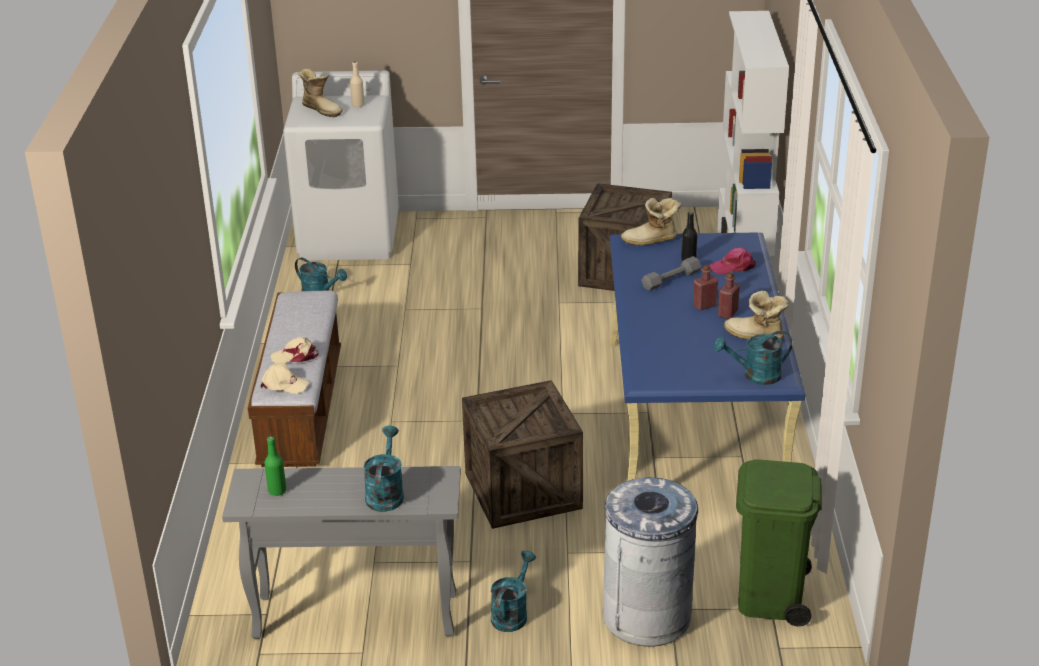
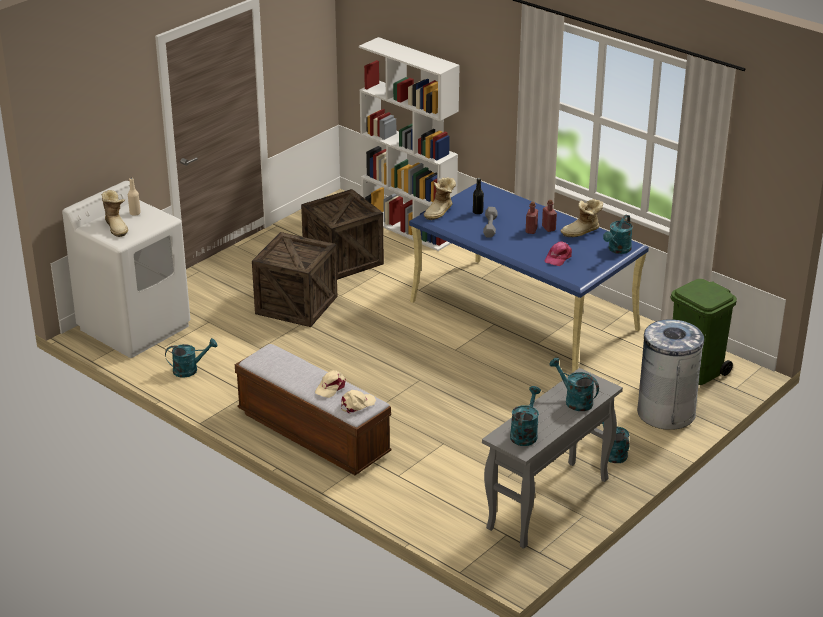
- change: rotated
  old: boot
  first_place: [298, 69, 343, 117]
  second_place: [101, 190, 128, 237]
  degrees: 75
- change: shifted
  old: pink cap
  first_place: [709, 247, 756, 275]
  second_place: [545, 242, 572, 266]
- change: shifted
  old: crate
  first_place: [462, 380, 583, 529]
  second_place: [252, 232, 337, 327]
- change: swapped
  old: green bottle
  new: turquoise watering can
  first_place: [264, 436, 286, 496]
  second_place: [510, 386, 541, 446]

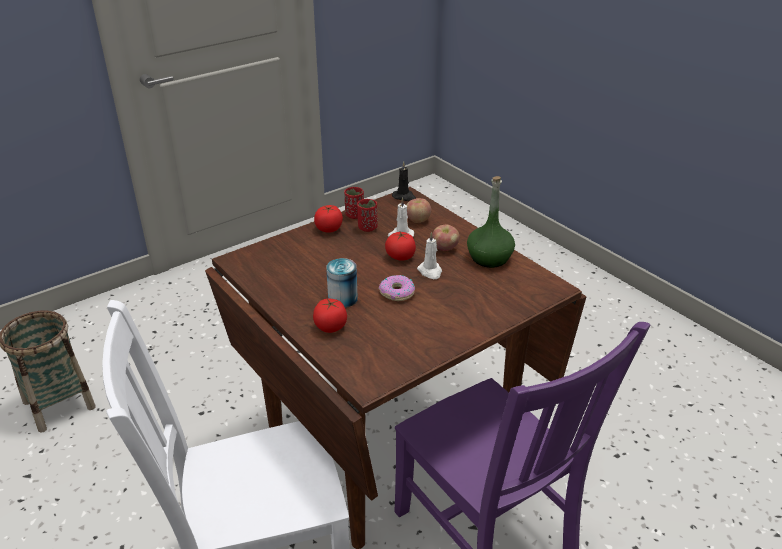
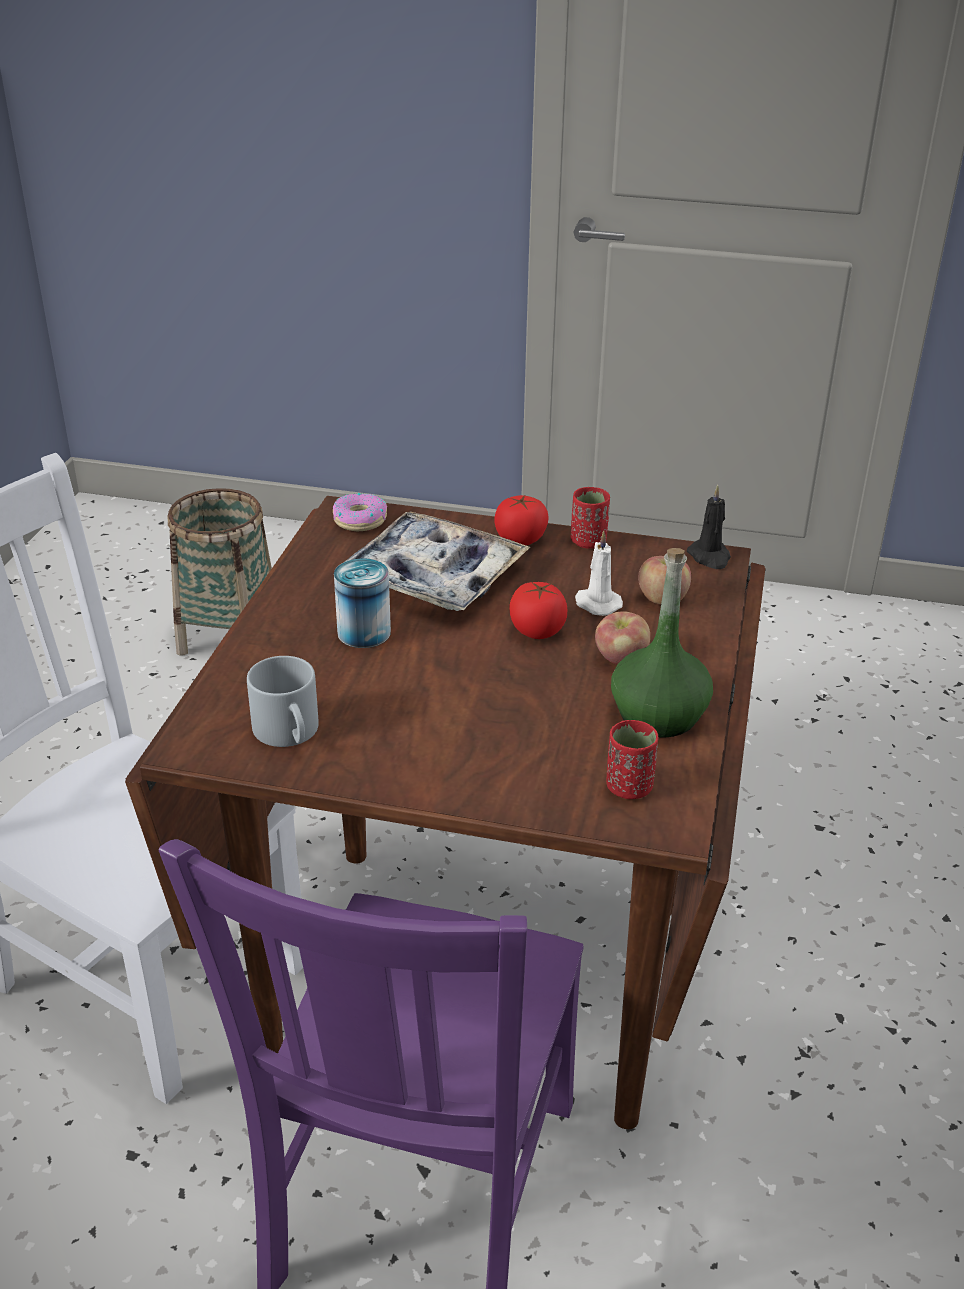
- change: shifted
  old: red cup
  first_place: [357, 199, 377, 232]
  second_place: [606, 720, 658, 799]
- change: gone
  old: white candle
  first_place: [417, 232, 442, 279]
- change: shifted
  old: donut
  first_place: [379, 275, 415, 301]
  second_place: [333, 493, 387, 531]
- change: gone
  old: tomato
  first_place: [313, 299, 347, 333]
- change: new
  new: tray
  second_place: [343, 512, 530, 611]
- change: new
  new: grey mug
  second_place: [247, 656, 319, 747]

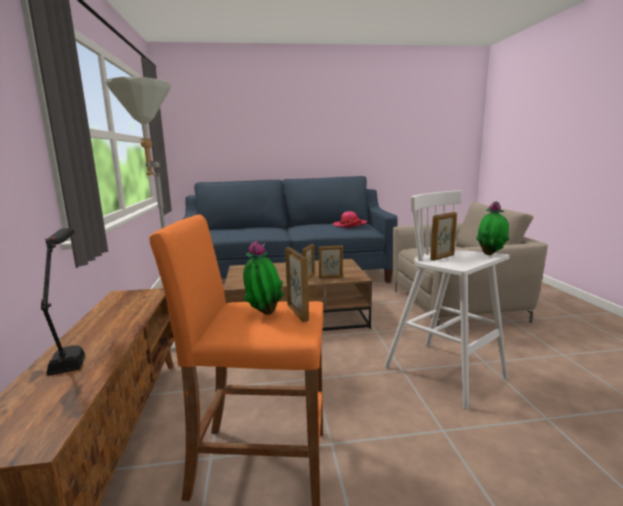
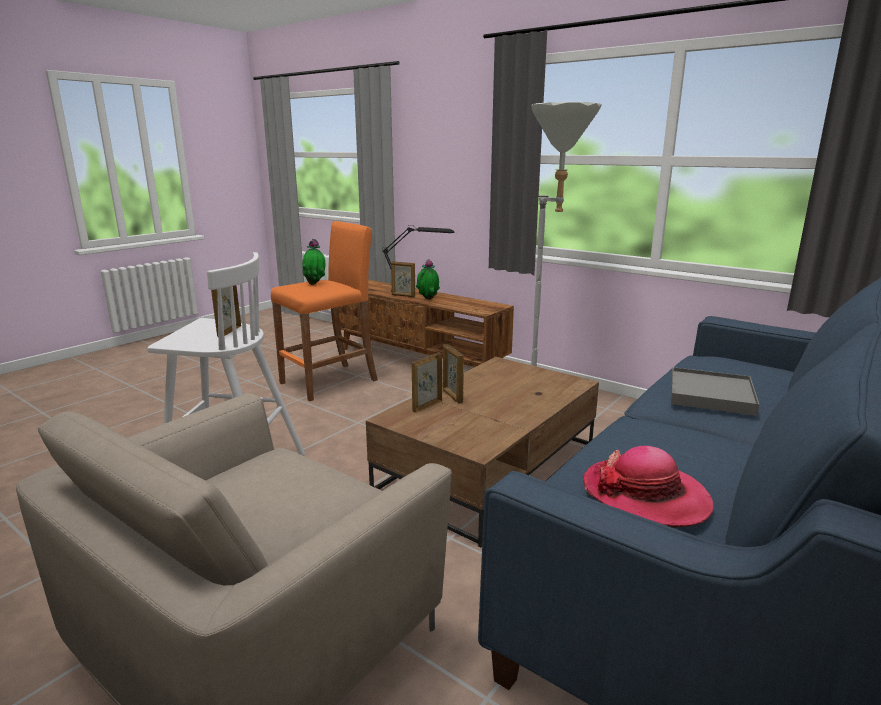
- change: shifted
  old: potted plant
  first_place: [476, 201, 509, 255]
  second_place: [416, 259, 440, 300]
- change: shifted
  old: picture frame
  first_place: [285, 247, 309, 322]
  second_place: [391, 261, 415, 297]
- change: new
  new: grey tray
  second_place: [671, 367, 759, 416]

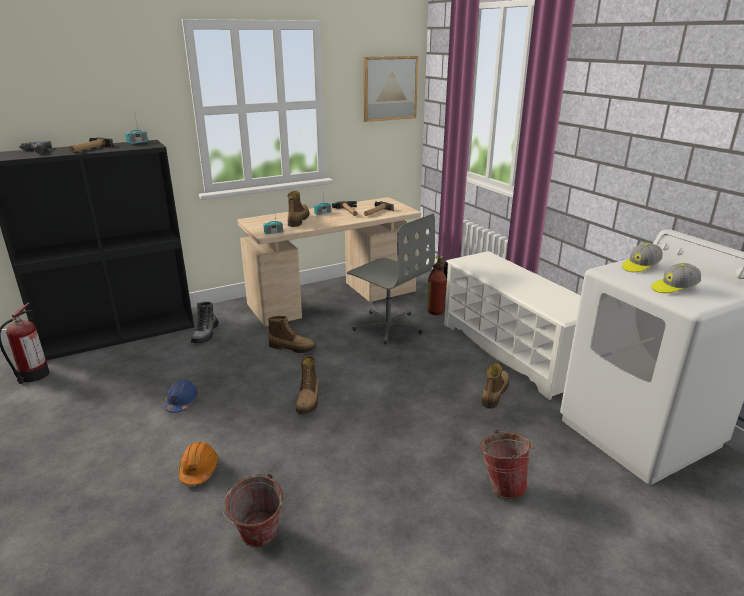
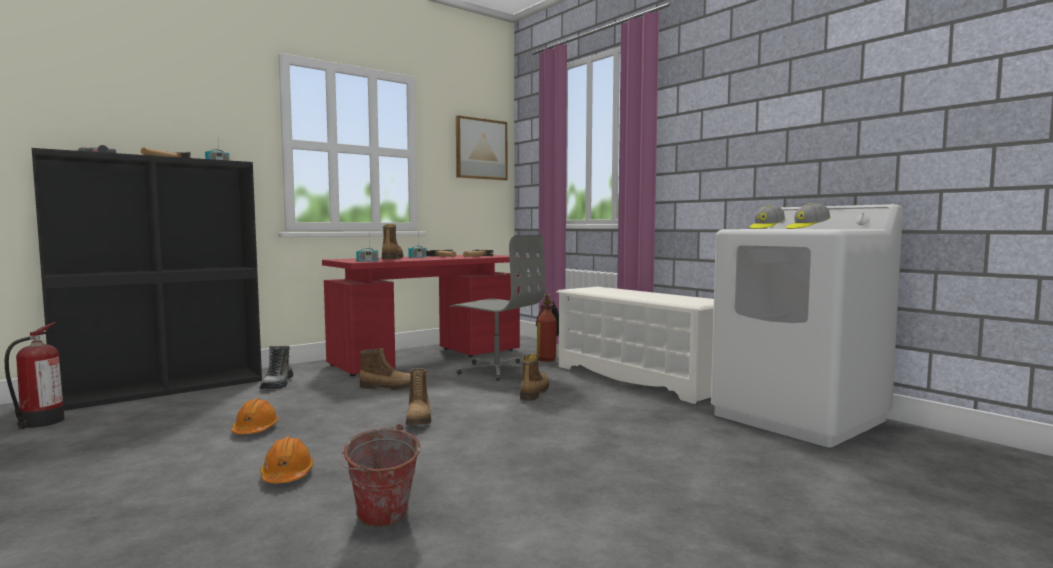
- change: repainted
  old: beige desk
  new: red desk
  first_place: [237, 197, 421, 327]
  second_place: [322, 255, 520, 376]
- change: shifted
  old: boot
  first_place: [481, 363, 509, 409]
  second_place: [520, 353, 549, 401]
- change: repainted
  old: blue hard hat
  new: orange hard hat
  first_place: [164, 379, 200, 413]
  second_place: [231, 399, 279, 434]
- change: gone
  old: bucket
  first_place: [480, 429, 535, 499]

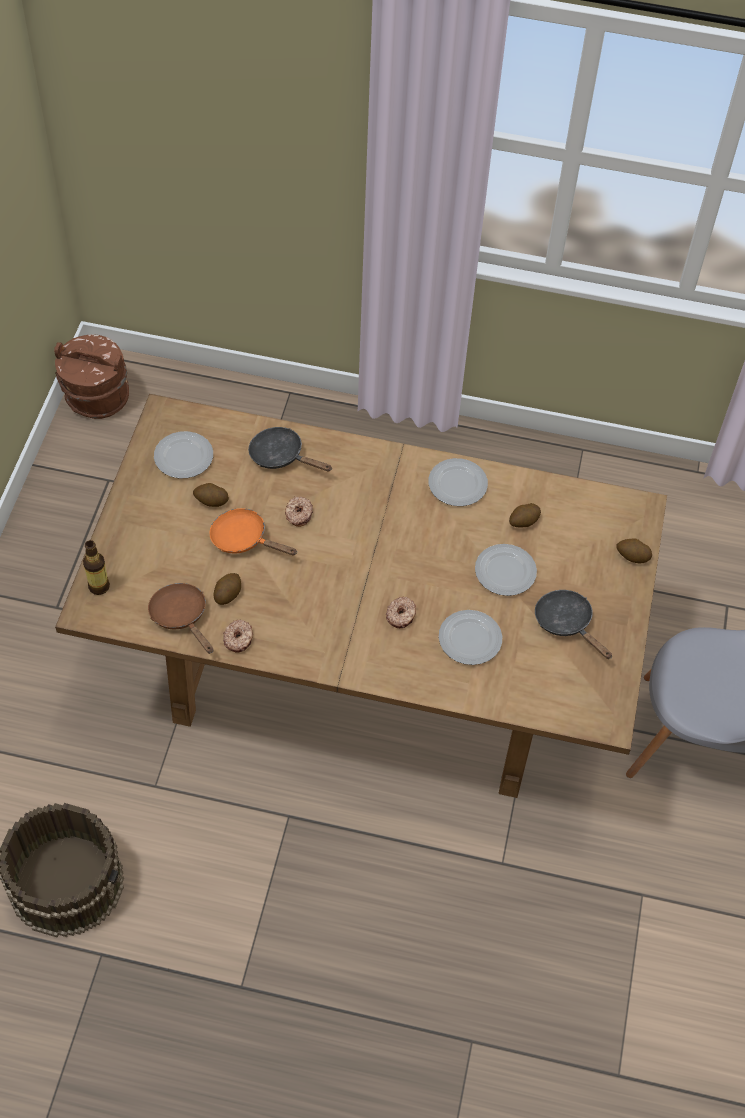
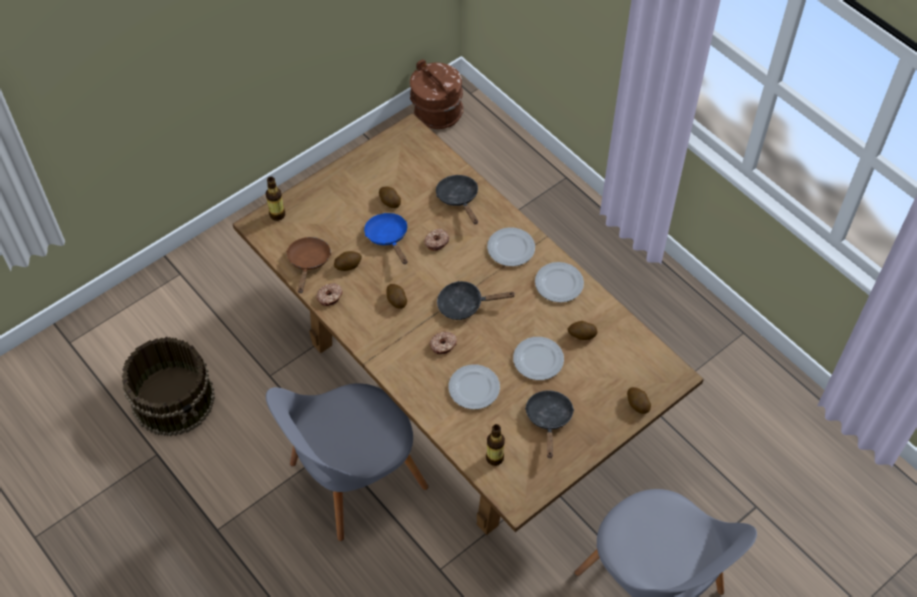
- change: shifted
  old: plate
  first_place: [154, 431, 213, 478]
  second_place: [487, 227, 535, 266]
- change: repainted
  old: orange frying pan
  new: blue frying pan
  first_place: [209, 508, 298, 556]
  second_place: [364, 213, 407, 264]
- change: new
  new: black frying pan
  second_place: [437, 281, 516, 320]
- change: new
  new: potato
  second_place: [386, 284, 407, 309]
- change: new
  new: grey chair
  second_place: [266, 383, 428, 541]
- change: new
  new: bottle
  second_place: [486, 424, 505, 466]

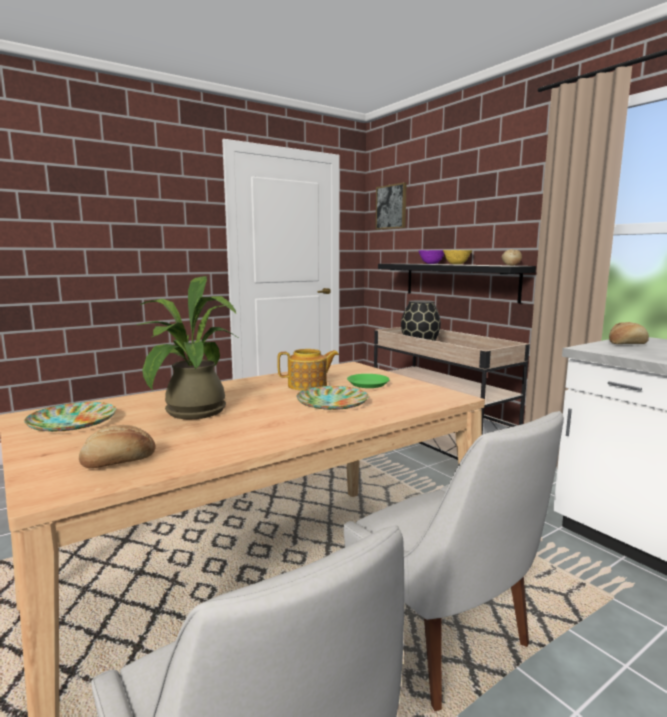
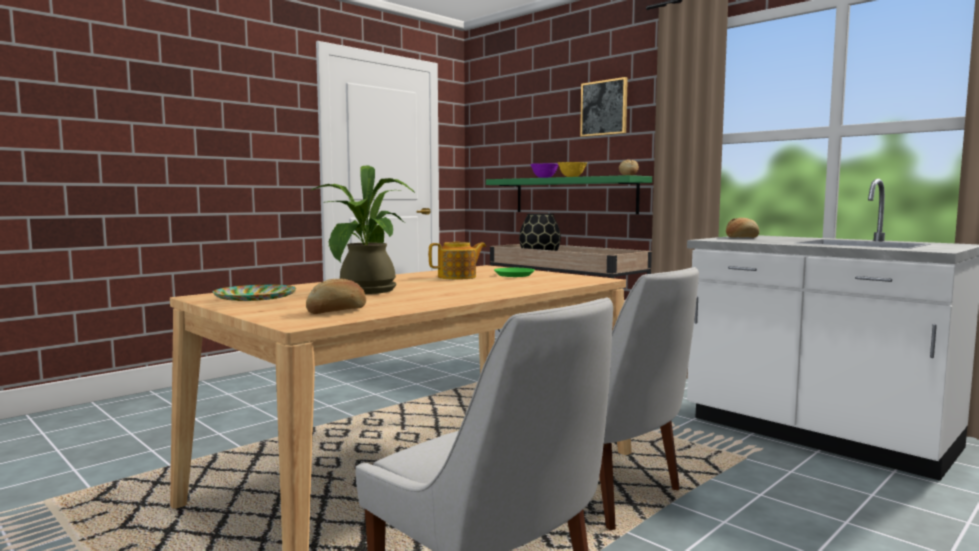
- change: shifted
  old: picture
  first_place: [375, 182, 407, 230]
  second_place: [580, 77, 628, 137]
- change: repainted
  old: black shelf
  new: green shelf
  first_place: [378, 263, 536, 303]
  second_place: [486, 175, 652, 214]
- change: gone
  old: plate
  first_place: [296, 386, 369, 410]

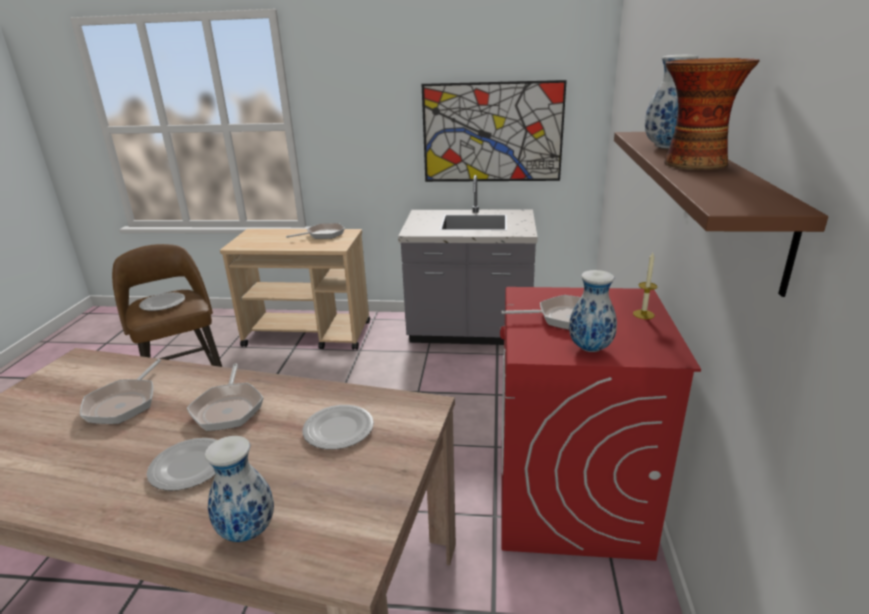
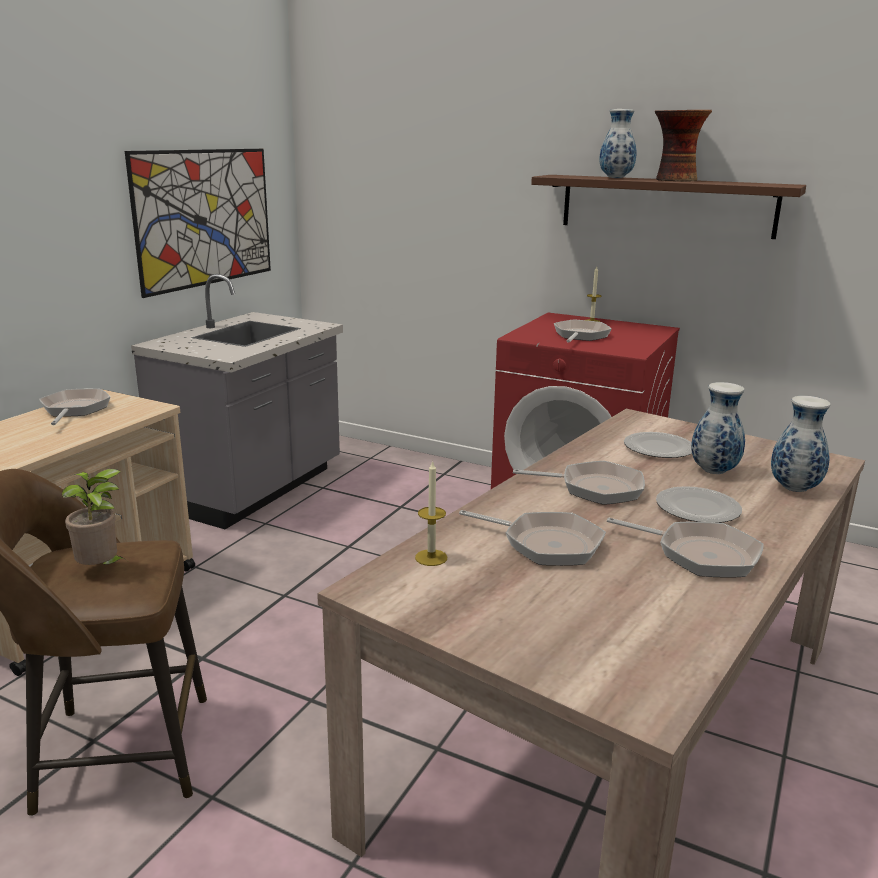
- change: shifted
  old: vase
  first_place: [569, 270, 617, 352]
  second_place: [691, 382, 745, 474]
- change: swapped
  old: plate
  new: potted plant
  first_place: [139, 292, 185, 311]
  second_place: [62, 469, 127, 565]
- change: new
  new: candle
  second_place: [415, 460, 447, 566]
- change: new
  new: frying pan
  second_place: [607, 518, 764, 577]

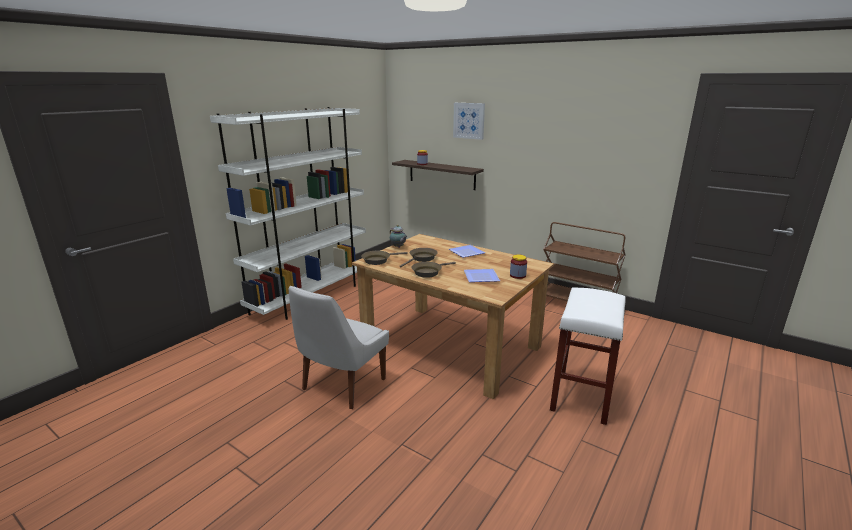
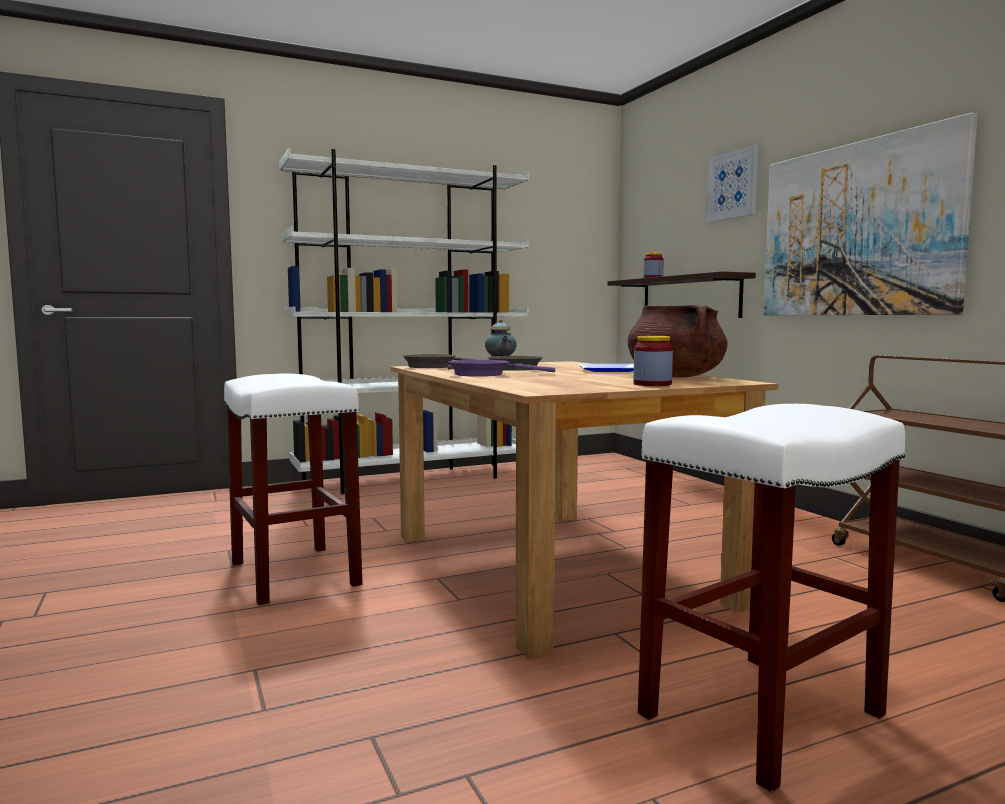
- change: repainted
  old: brown frying pan
  new: purple frying pan
  first_place: [411, 262, 456, 278]
  second_place: [448, 360, 555, 377]
- change: gone
  old: plate
  first_place: [464, 269, 500, 282]
- change: swapped
  old: white chair
  new: white stool
  first_place: [289, 286, 389, 409]
  second_place: [224, 374, 362, 605]
- change: new
  new: picture
  second_place: [764, 113, 978, 316]
- change: new
  new: brown cooking pot
  second_place: [628, 305, 728, 378]

